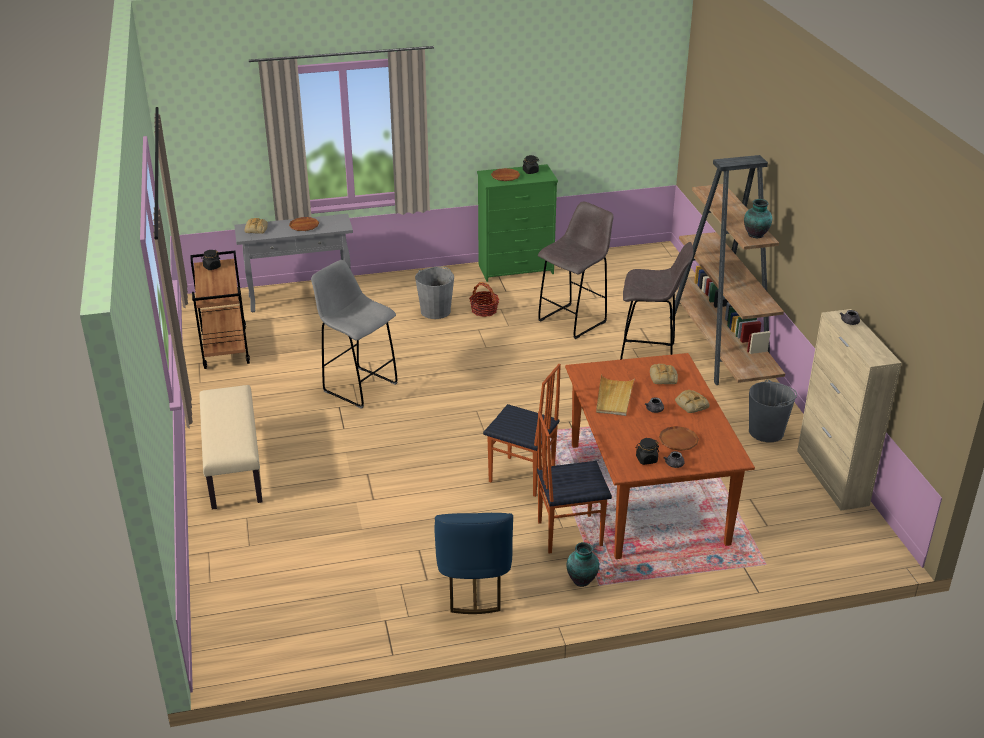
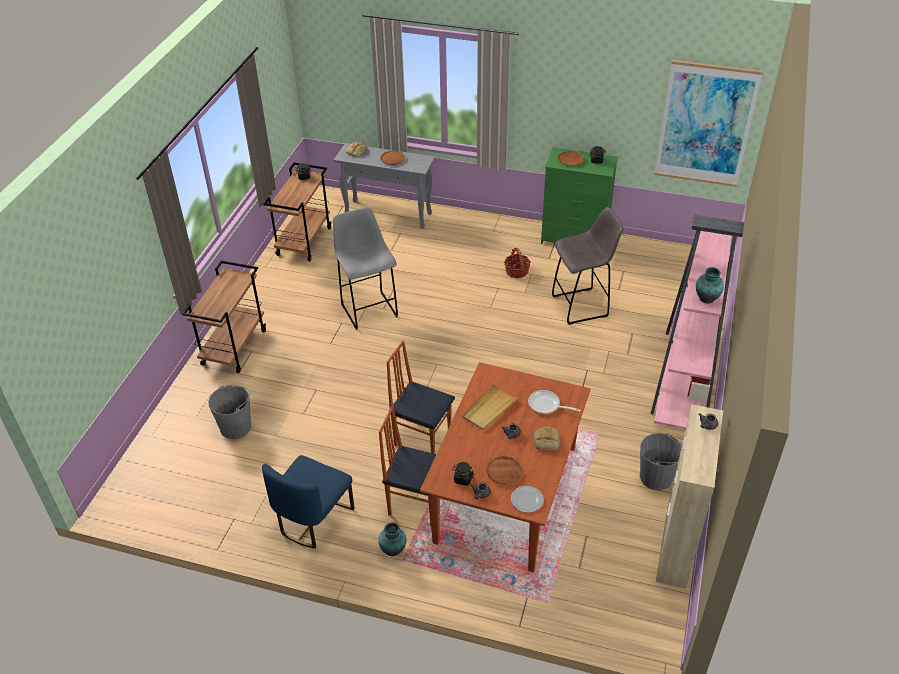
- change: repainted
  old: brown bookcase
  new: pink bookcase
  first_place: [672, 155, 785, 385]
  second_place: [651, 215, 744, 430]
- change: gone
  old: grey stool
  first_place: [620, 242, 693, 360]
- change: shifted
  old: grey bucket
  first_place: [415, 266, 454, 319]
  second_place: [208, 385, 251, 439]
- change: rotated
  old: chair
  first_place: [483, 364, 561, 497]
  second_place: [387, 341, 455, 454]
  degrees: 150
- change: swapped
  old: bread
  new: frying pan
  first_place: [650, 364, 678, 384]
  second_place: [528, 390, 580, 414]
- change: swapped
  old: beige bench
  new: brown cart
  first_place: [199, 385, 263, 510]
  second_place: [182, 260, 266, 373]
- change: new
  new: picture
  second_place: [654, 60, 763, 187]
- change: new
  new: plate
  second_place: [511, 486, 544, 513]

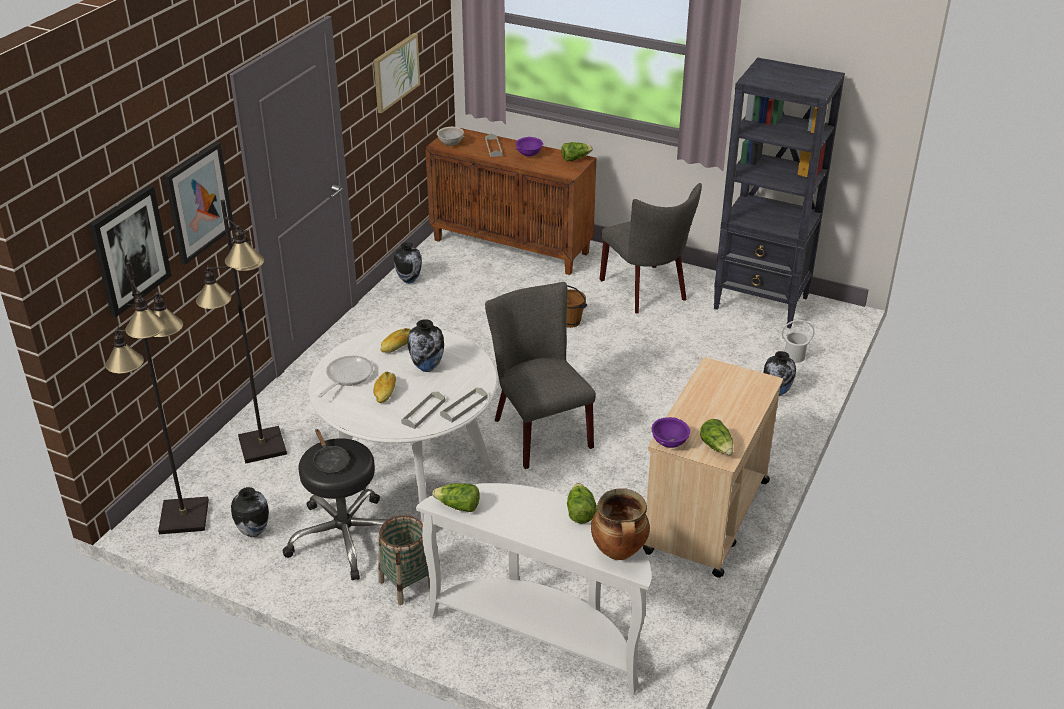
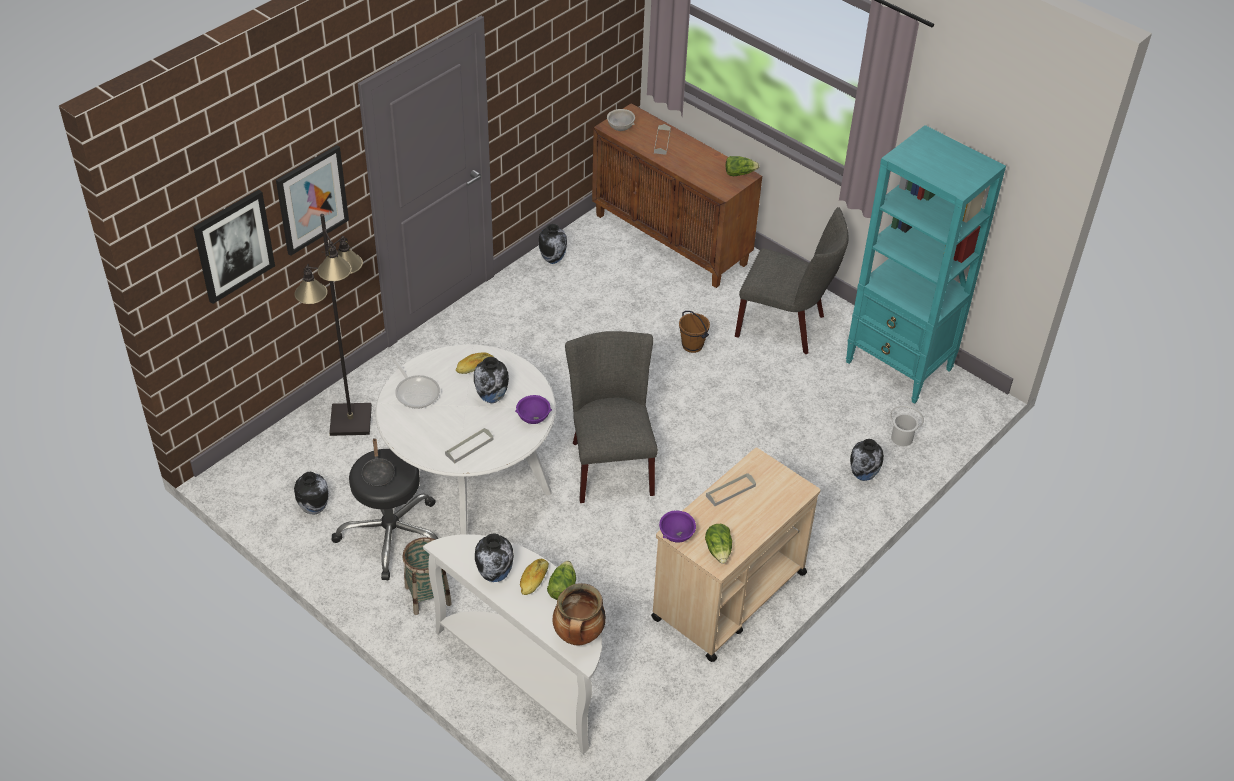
- change: gone
  old: picture
  first_place: [374, 33, 420, 113]
- change: repainted
  old: black bookcase
  new: turquoise bookcase
  first_place: [713, 58, 845, 329]
  second_place: [846, 125, 1006, 404]
- change: shifted
  old: purple bowl
  first_place: [515, 137, 543, 157]
  second_place: [515, 395, 552, 424]
- change: rotated
  old: grey chair
  first_place: [600, 183, 702, 314]
  second_place: [735, 207, 848, 354]
  degrees: -60
- change: gone
  old: black floor lamp
  first_place: [105, 262, 209, 534]
- change: rotated
  old: frying pan
  first_place: [318, 356, 373, 398]
  second_place: [391, 356, 440, 409]
  degrees: 105
- change: shifted
  old: bread
  first_place: [373, 371, 396, 403]
  second_place: [520, 559, 549, 595]
- change: shifted
  old: grey tray
  first_place: [440, 388, 488, 422]
  second_place: [706, 473, 756, 506]
- change: gone
  old: lettuce
  first_place: [432, 483, 480, 512]
- change: new
  new: vase
  second_place: [475, 533, 514, 582]

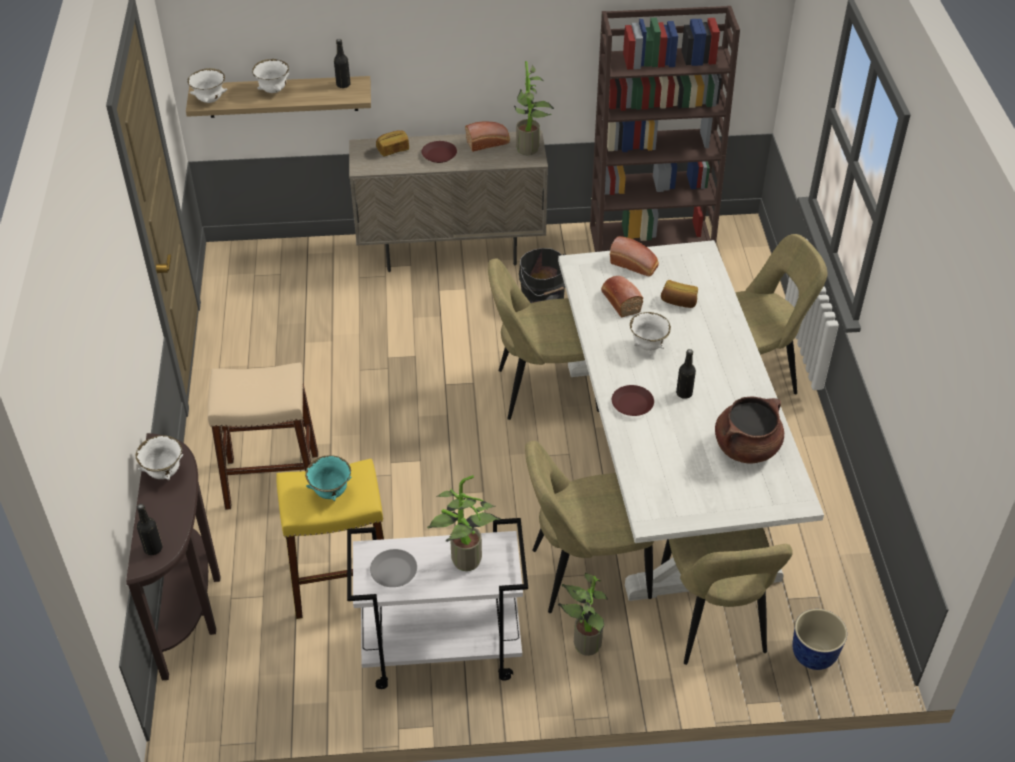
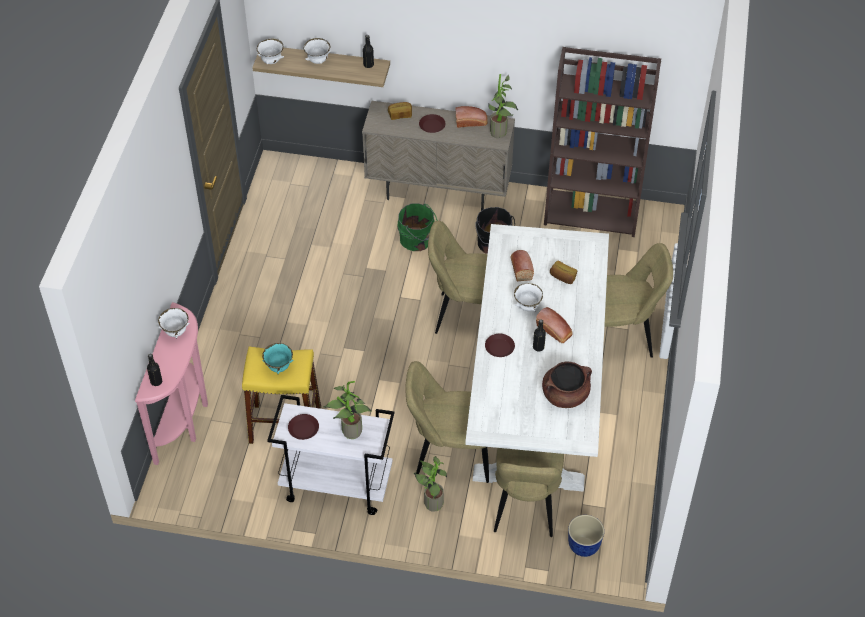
- change: shifted
  old: bread
  first_place: [610, 236, 659, 277]
  second_place: [536, 307, 573, 343]
- change: gone
  old: beige stool
  first_place: [208, 363, 318, 510]
- change: repainted
  old: brown console table
  new: pink console table
  first_place: [126, 433, 221, 680]
  second_place: [135, 302, 208, 465]
- change: repainted
  old: grey plate
  new: brown plate
  first_place: [370, 549, 417, 587]
  second_place: [288, 414, 319, 440]
- change: new
  new: green bucket
  second_place: [398, 203, 438, 251]

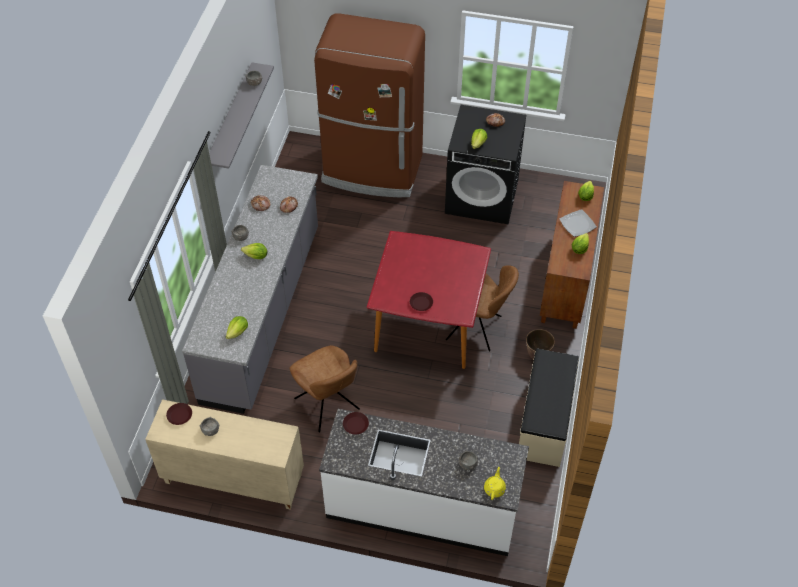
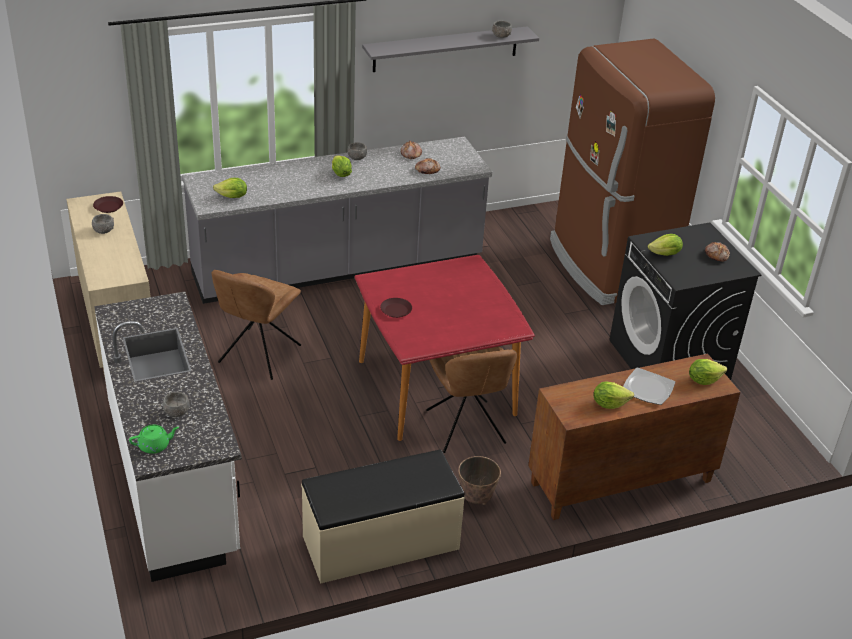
- change: gone
  old: brown plate
  first_place: [343, 412, 369, 435]
- change: repainted
  old: yellow teapot
  new: green teapot
  first_place: [484, 467, 506, 500]
  second_place: [129, 424, 179, 454]

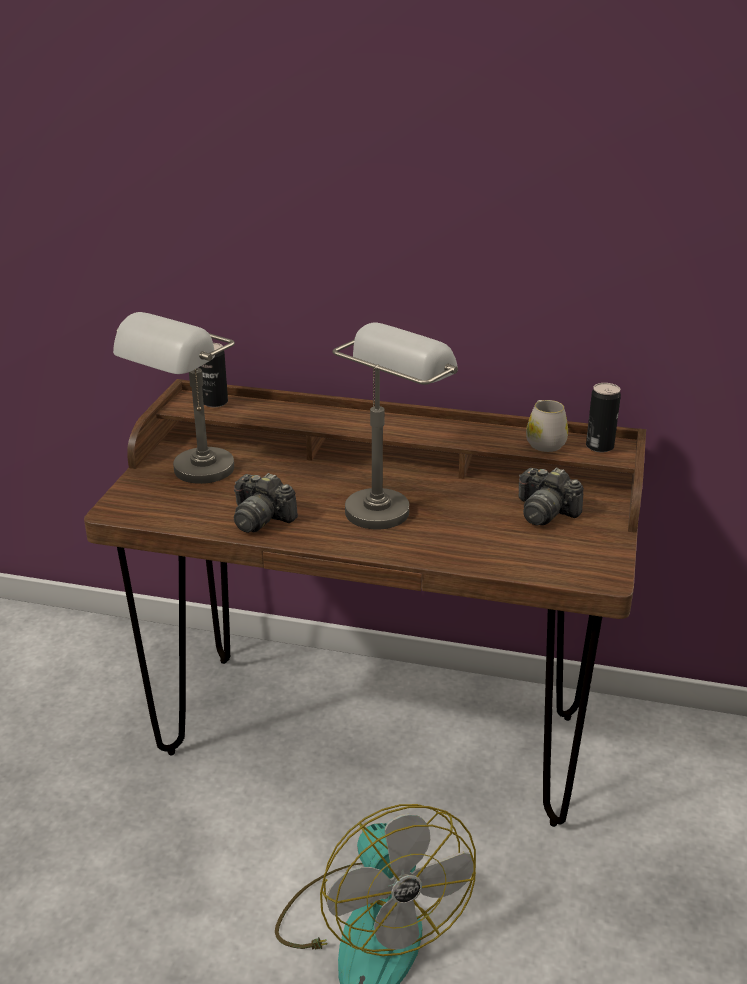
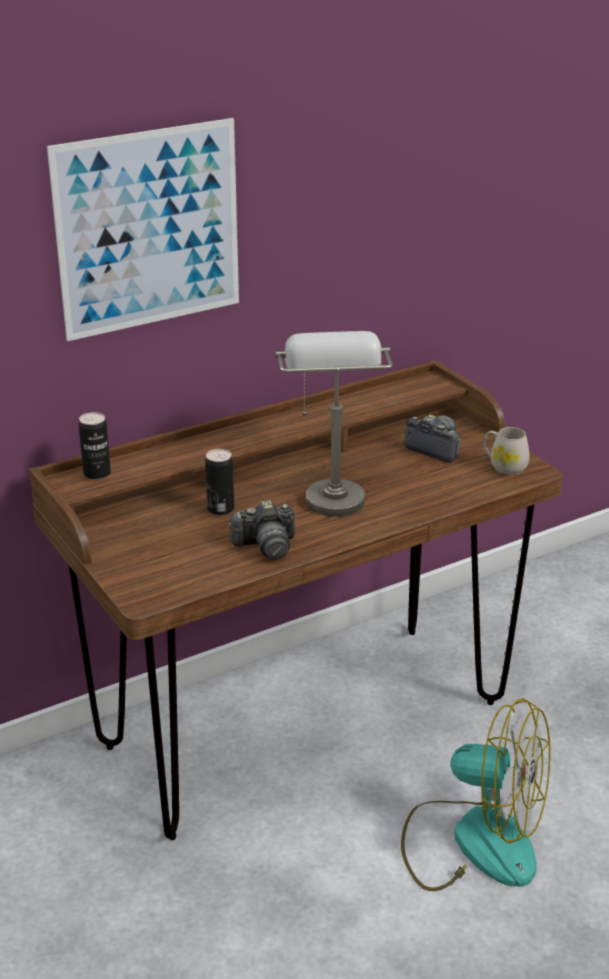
- change: gone
  old: grey table lamp
  first_place: [113, 312, 235, 484]
- change: shifted
  old: can
  first_place: [586, 383, 621, 453]
  second_place: [205, 449, 234, 516]
- change: shifted
  old: white mug
  first_place: [526, 400, 568, 452]
  second_place: [483, 427, 530, 475]
- change: rotated
  old: photo camera
  first_place: [519, 467, 584, 526]
  second_place: [404, 415, 461, 463]
  degrees: -135
- change: new
  new: picture
  second_place: [47, 118, 239, 341]

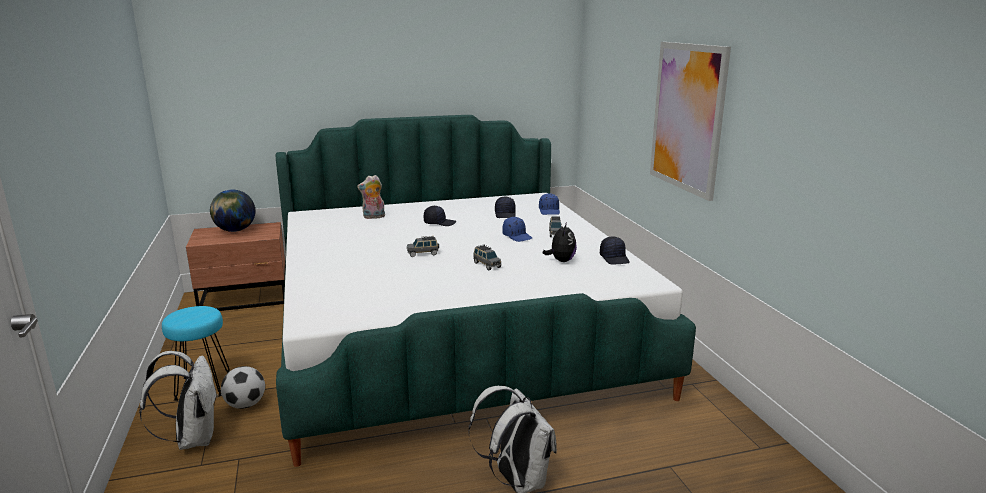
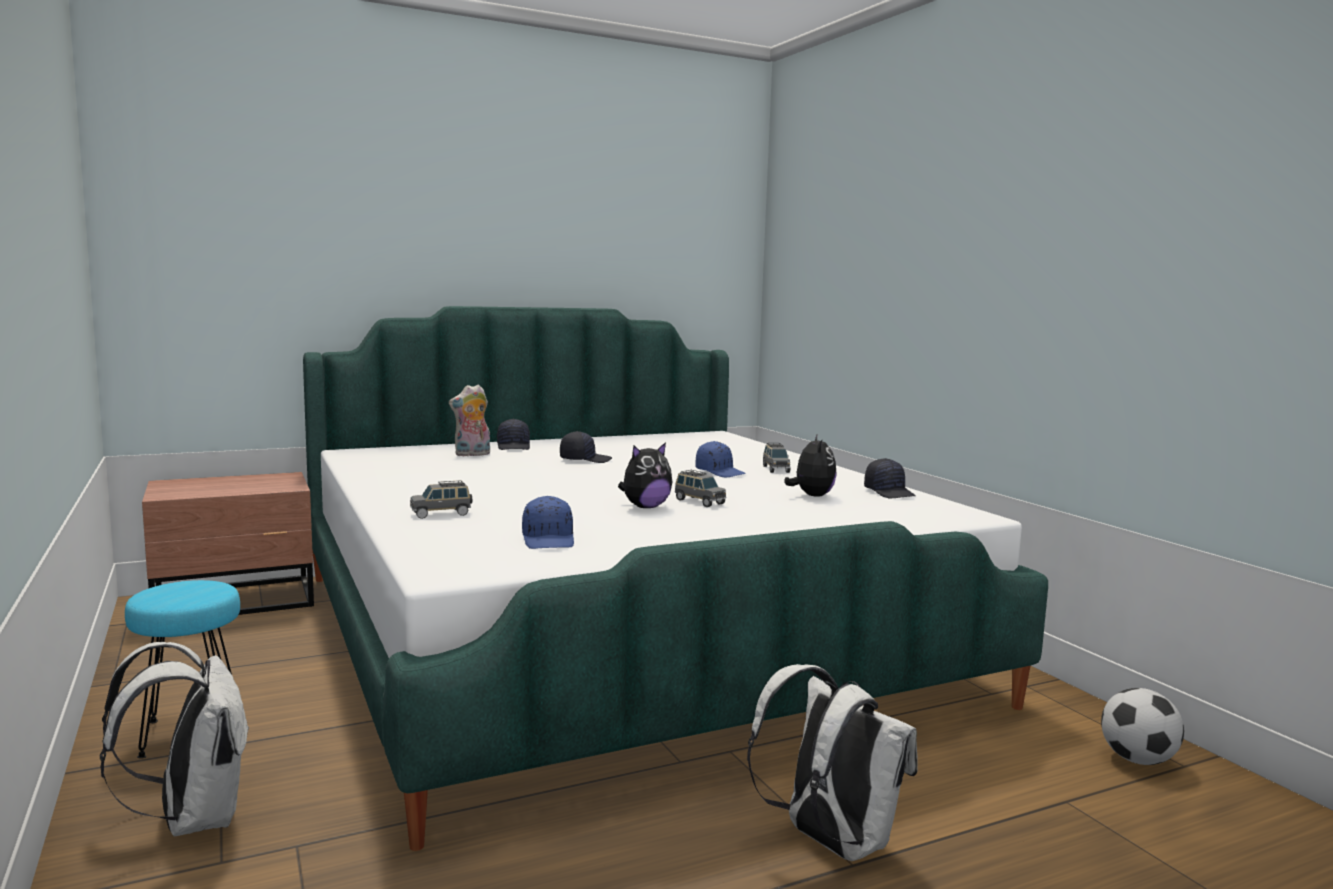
- change: gone
  old: picture
  first_place: [650, 42, 731, 201]
- change: gone
  old: globe
  first_place: [210, 189, 255, 232]
- change: shifted
  old: blue cap
  first_place: [539, 193, 560, 215]
  second_place: [522, 496, 574, 549]
- change: shifted
  old: black cap
  first_place: [495, 196, 515, 218]
  second_place: [497, 419, 530, 450]
- change: shifted
  old: grey toy car
  first_place: [407, 236, 439, 257]
  second_place: [410, 480, 472, 519]
- change: shifted
  old: football
  first_place: [221, 366, 265, 409]
  second_place: [1101, 688, 1184, 765]
- change: new
  new: plush toy
  second_place: [618, 442, 673, 508]

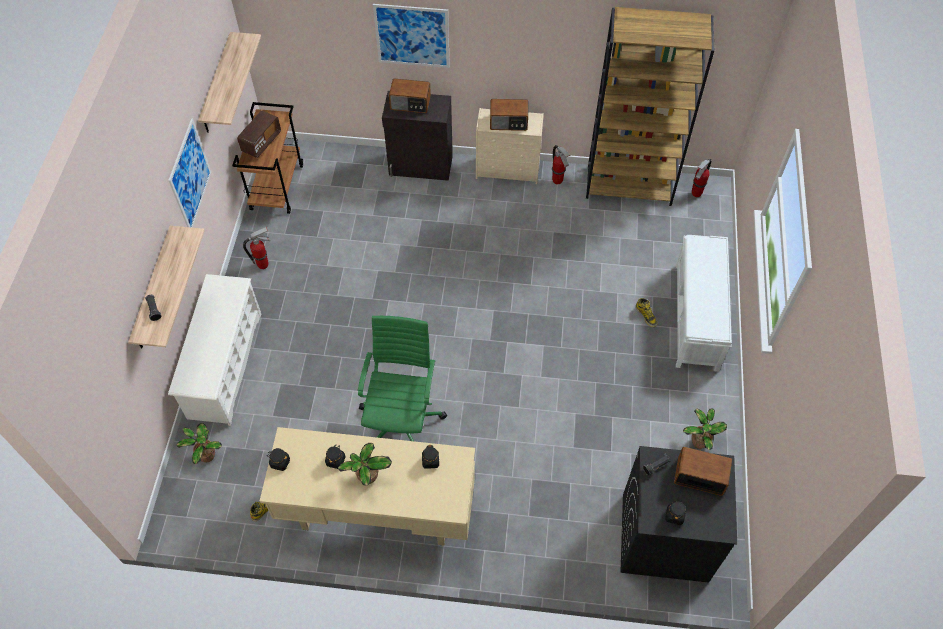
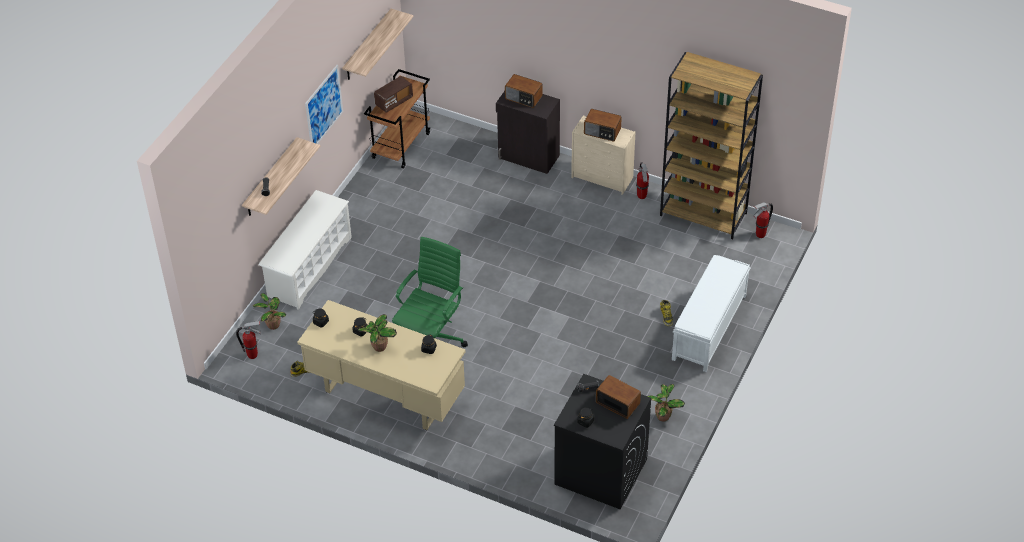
- change: gone
  old: picture
  first_place: [373, 4, 450, 68]
- change: shifted
  old: fire extinguisher
  first_place: [243, 227, 270, 269]
  second_place: [236, 321, 261, 359]

